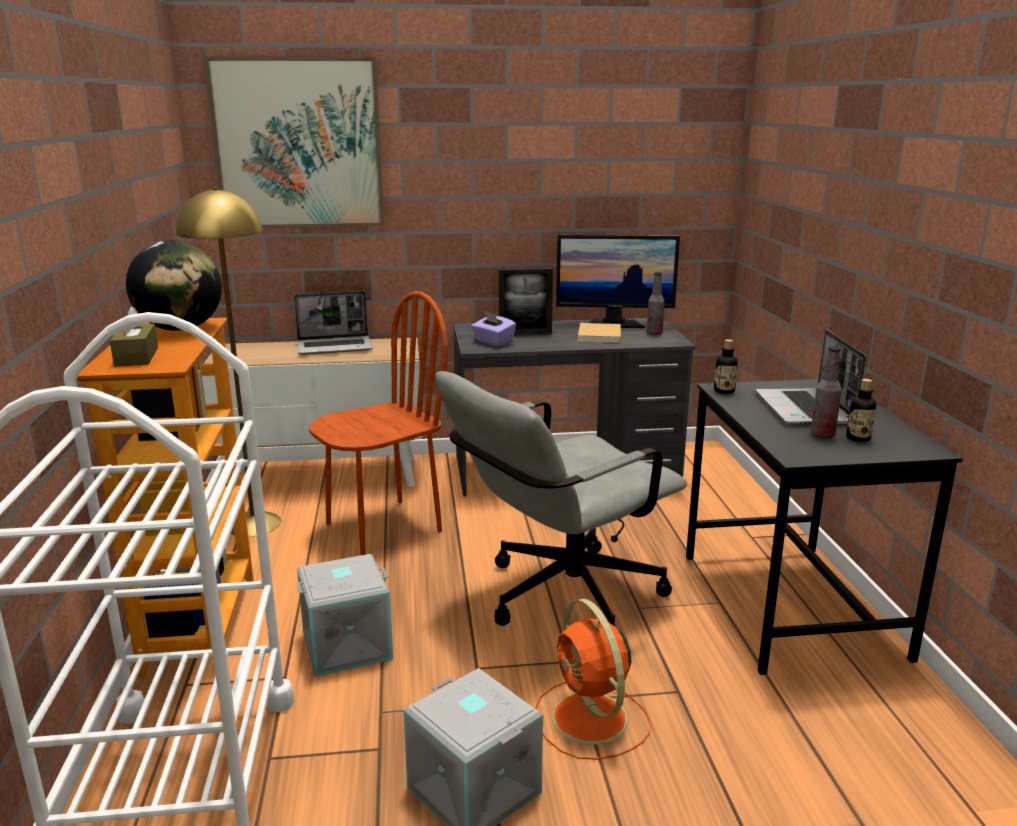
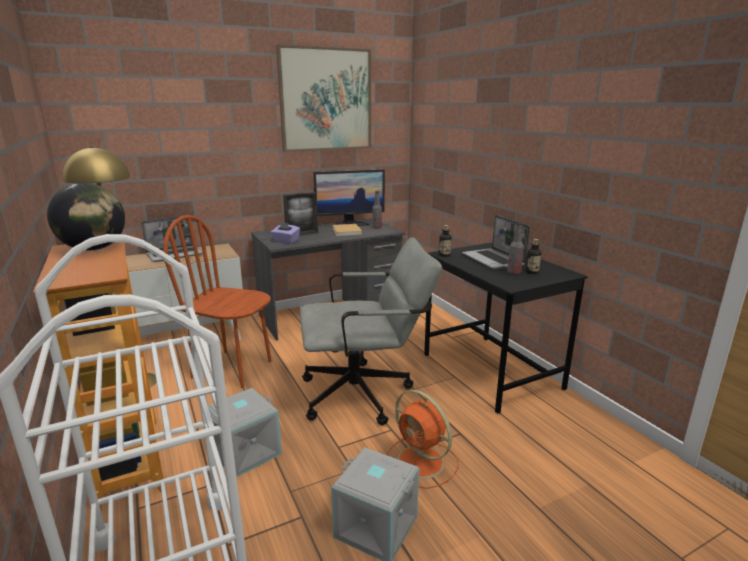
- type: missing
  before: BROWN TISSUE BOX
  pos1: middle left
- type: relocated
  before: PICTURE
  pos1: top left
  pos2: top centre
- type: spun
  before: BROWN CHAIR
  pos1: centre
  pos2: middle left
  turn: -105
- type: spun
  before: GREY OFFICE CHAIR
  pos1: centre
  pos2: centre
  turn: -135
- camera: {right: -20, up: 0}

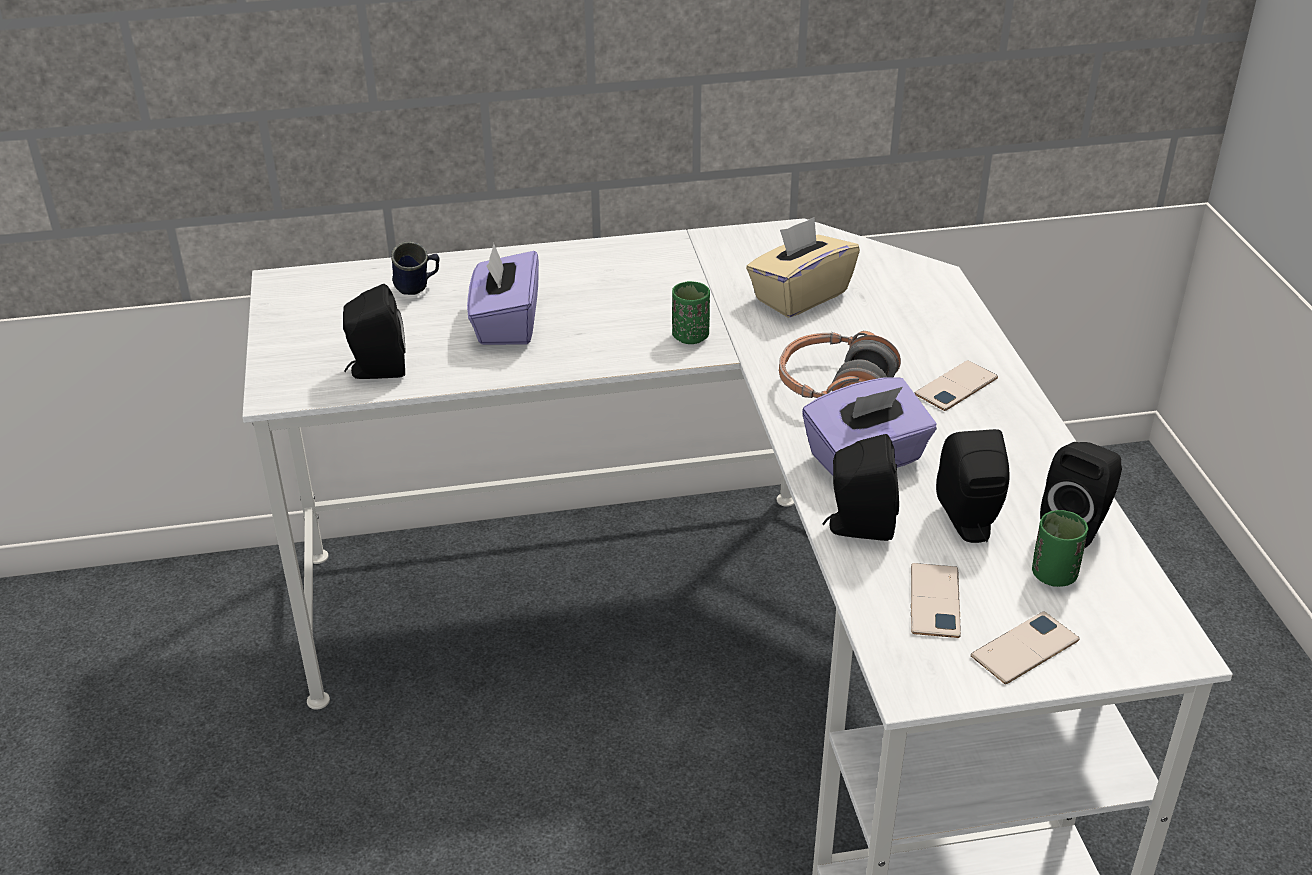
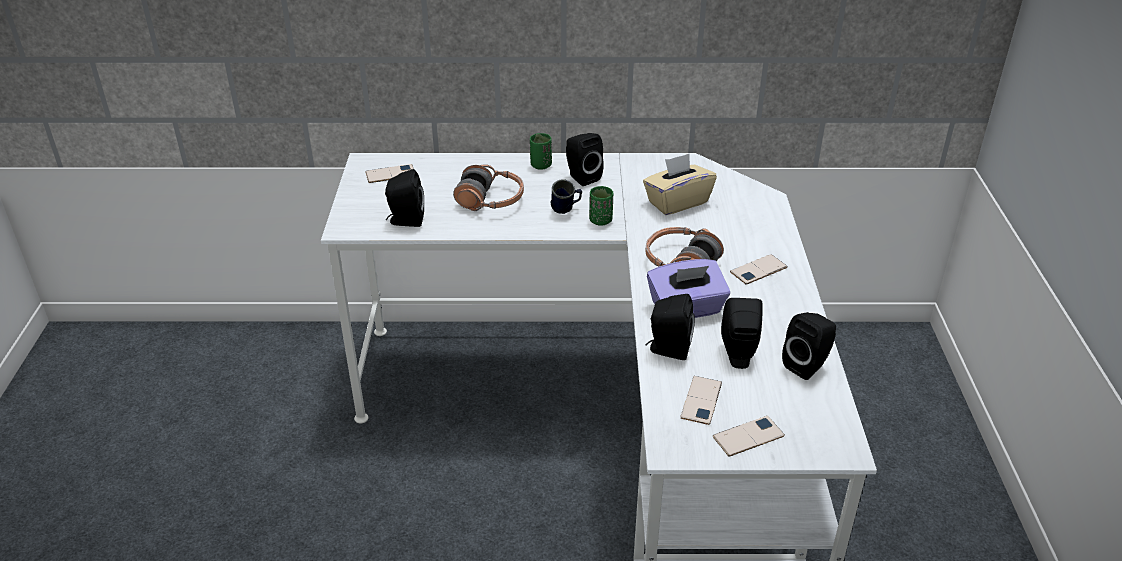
- type: relocated
  before: BLUE MUG
  pos1: top left
  pos2: centre
- type: exchanged
  before: PURPLE TISSUE BOX (no. 1 from left)
  after: HEADPHONES (no. 1 from left)
  pos1: centre
  pos2: centre
- type: relocated
  before: GREEN CUP (no. 2 from left in the first image)
  after: GREEN CUP (no. 1 from left)
  pos1: middle right
  pos2: top centre
- type: appeared
  after: PHONE (no. 1 from left)
  pos2: top centre
- type: appeared
  after: BLACK SPEAKER (no. 2 from left)
  pos2: top centre
- camera: {right: 10, up: 0}

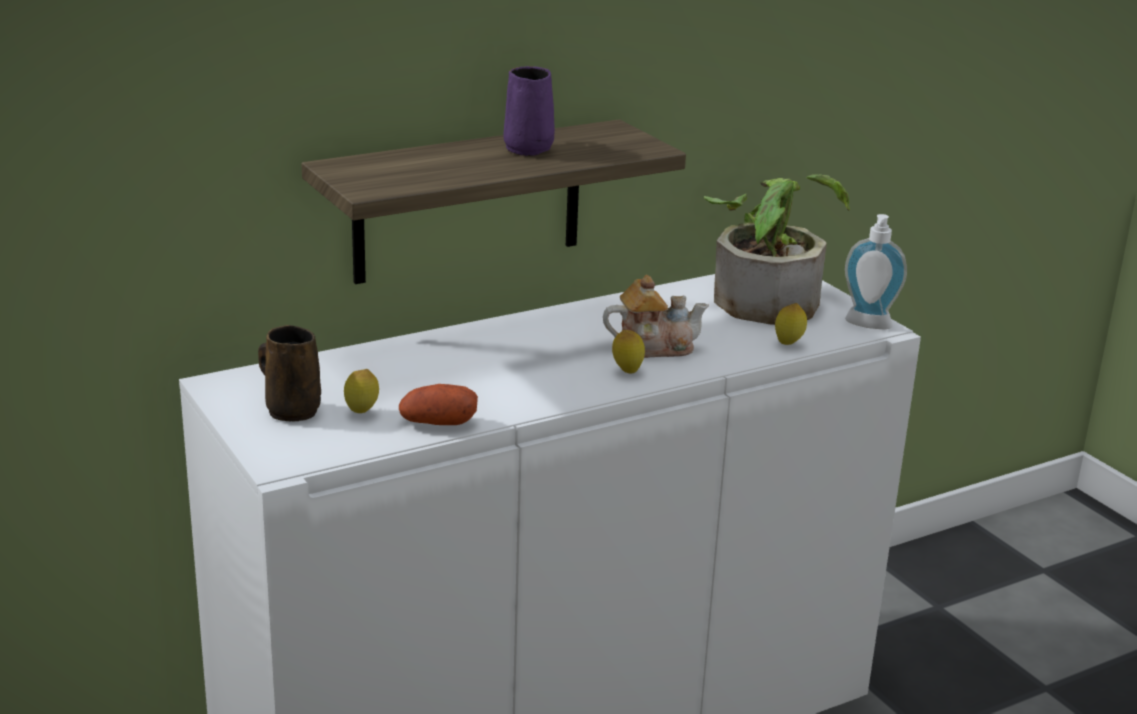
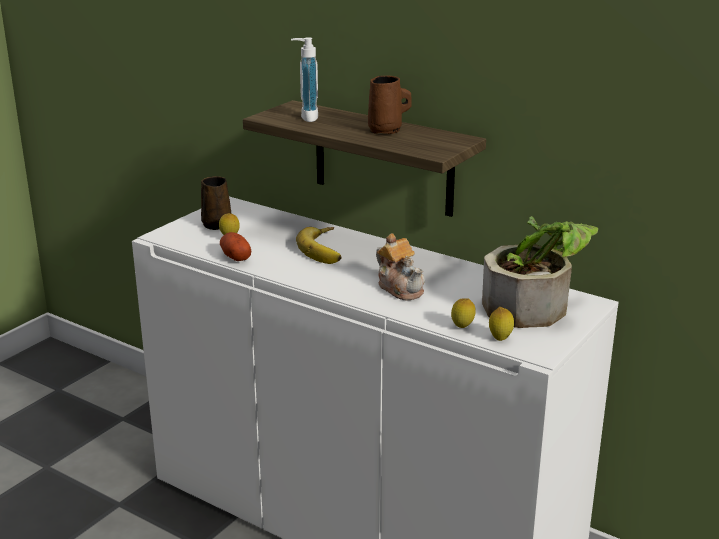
- type: colour
  before: PURPLE MUG
  after: BROWN MUG (no. 2 from left)
  pos1: top centre
  pos2: top centre
- type: relocated
  before: LEMON (no. 2 from left in the first image)
  after: LEMON (no. 3 from left)
  pos1: centre
  pos2: middle right
- type: relocated
  before: SOAP DISPENSER
  pos1: middle right
  pos2: top centre
- type: appeared
  after: BANANA
  pos2: centre
- camera: {right: 65, up: 0}

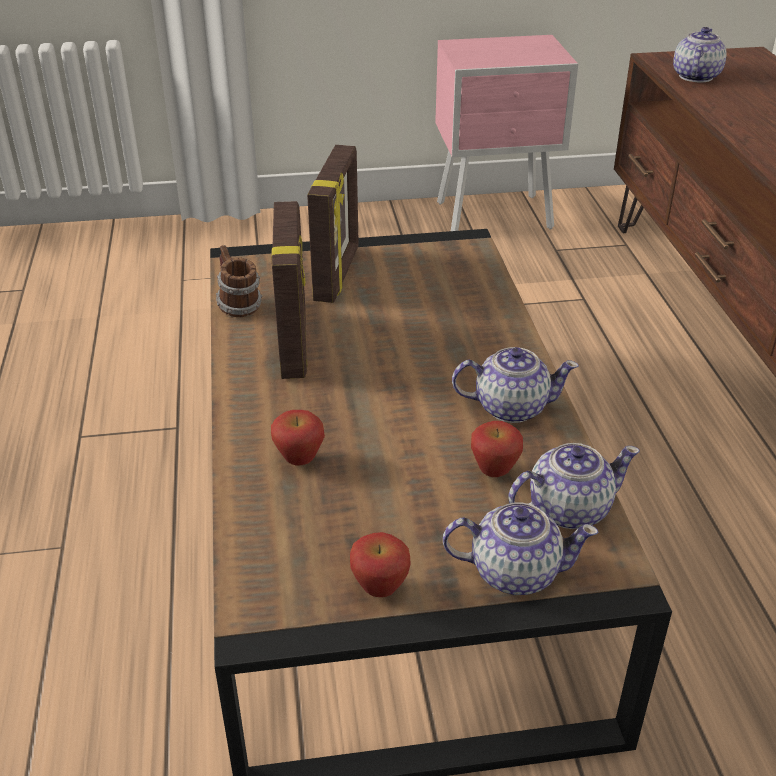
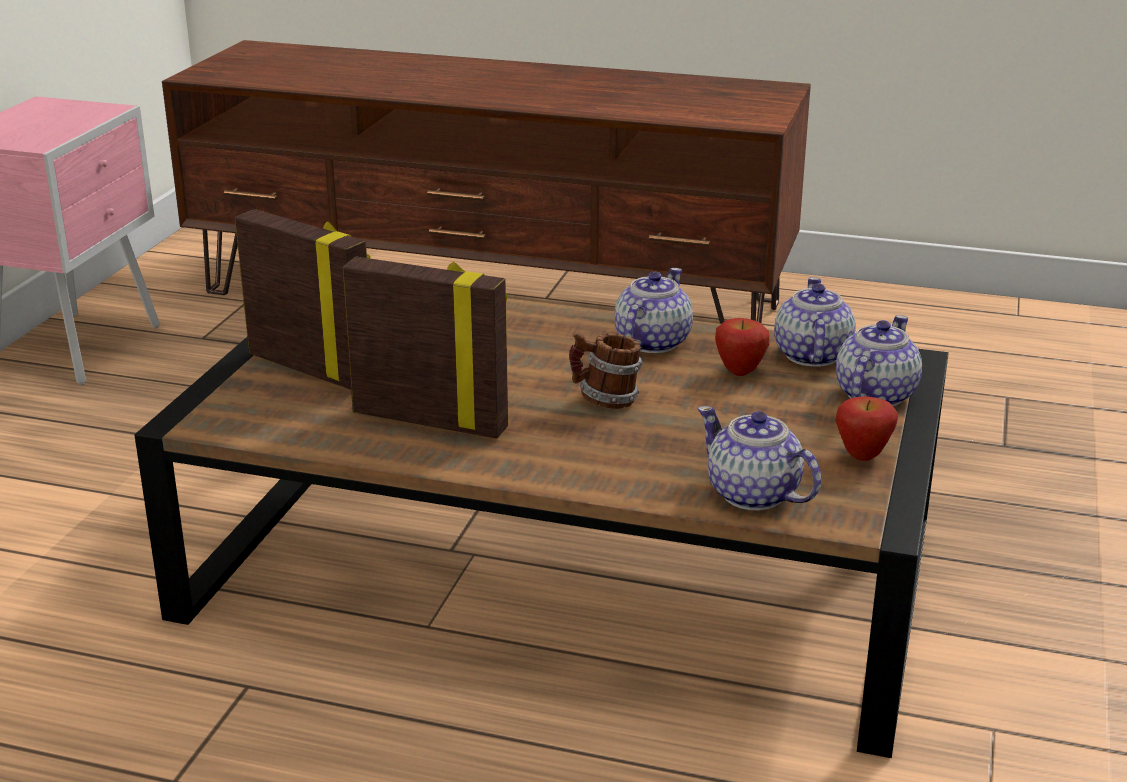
- type: relocated
  before: MUG
  pos1: middle left
  pos2: centre
- type: missing
  before: APPLE (no. 1 from left)
  pos1: centre
- type: relocated
  before: TEAPOT (no. 4 from left in the first image)
  after: TEAPOT (no. 2 from left)
  pos1: top right
  pos2: middle right
- camera: {right: -65, up: -10}

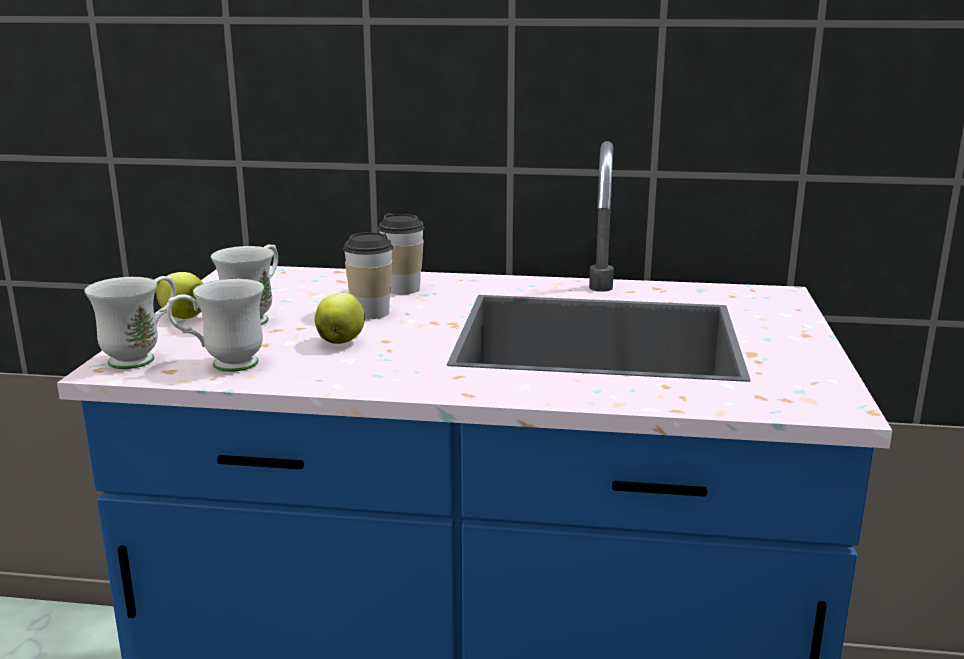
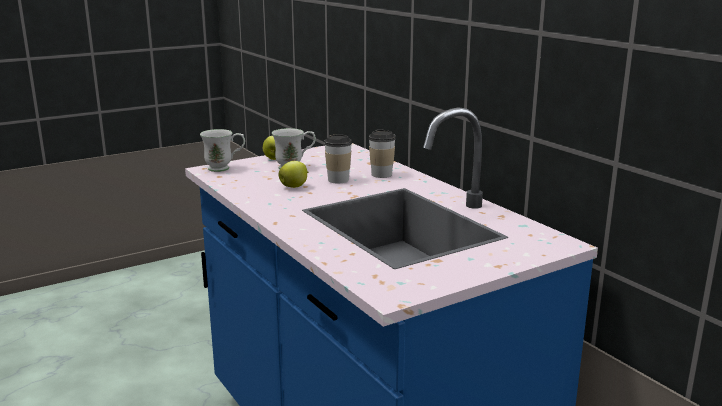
- type: missing
  before: WHITE MUG (no. 2 from left)
  pos1: middle left
- camera: {right: 50, up: 0}

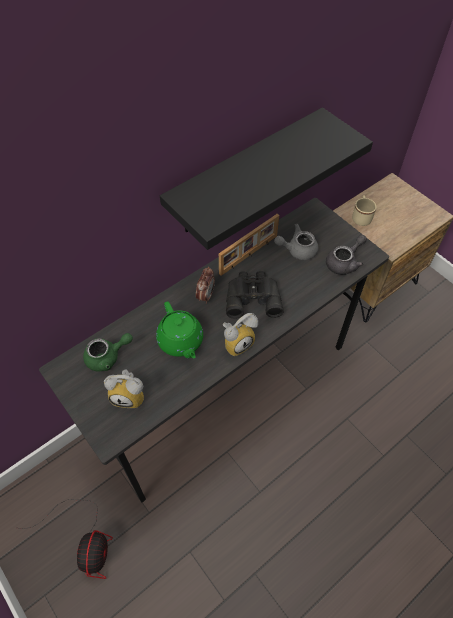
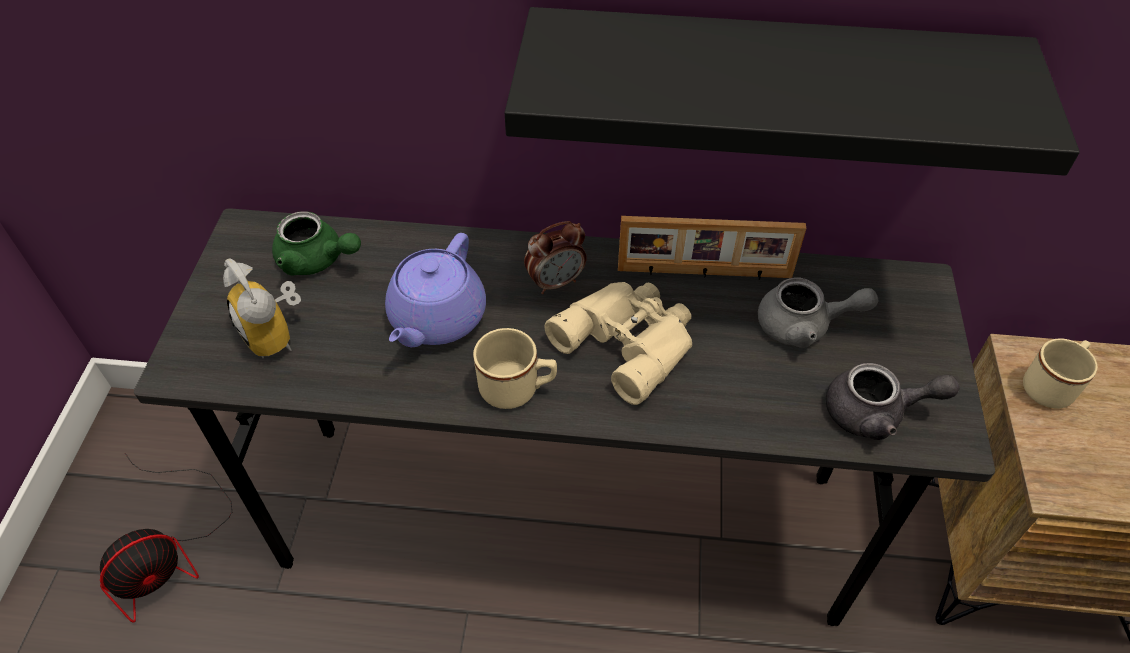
- type: colour
  before: GREEN TEAPOT (no. 2 from left)
  after: PURPLE TEAPOT
  pos1: centre
  pos2: centre
- type: exchanged
  before: ALARM CLOCK (no. 3 from left)
  after: BEIGE MUG (no. 1 from left)
  pos1: centre
  pos2: centre
- type: colour
  before: BLACK BINOCULARS
  after: BEIGE BINOCULARS
  pos1: centre
  pos2: centre
- type: spun
  before: GREY TEAPOT (no. 1 from left)
  pos1: centre
  pos2: middle right
  turn: 150
- camera: {right: 45, up: -5}

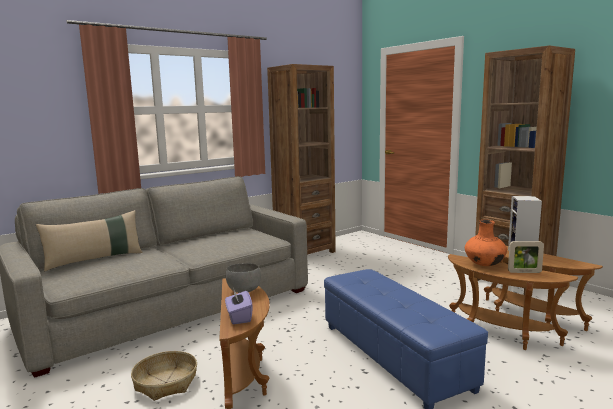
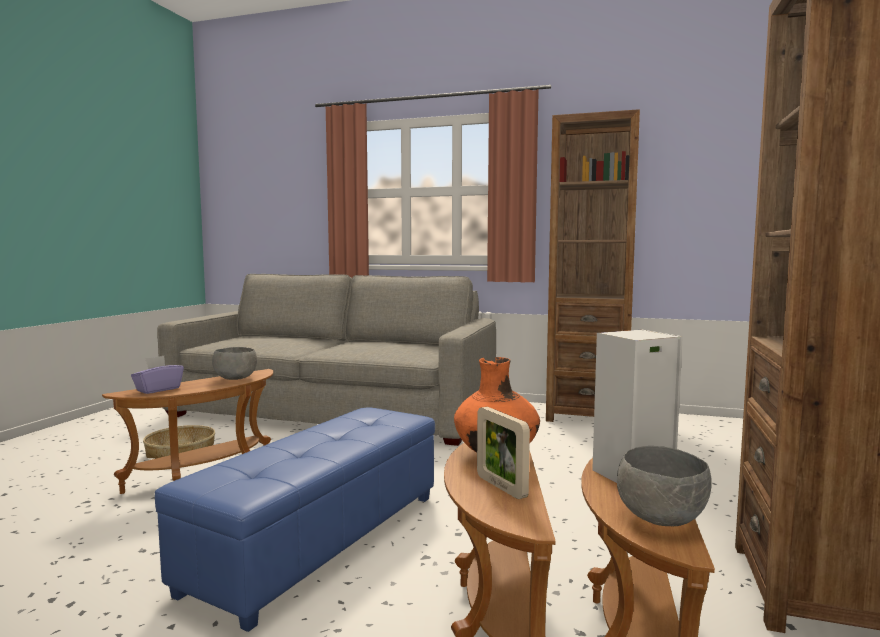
- type: missing
  before: BEIGE PILLOW
  pos1: middle left
- type: appeared
  after: GREY BOWL (no. 2 from left)
  pos2: bottom right
- camera: {right: 55, up: -5}

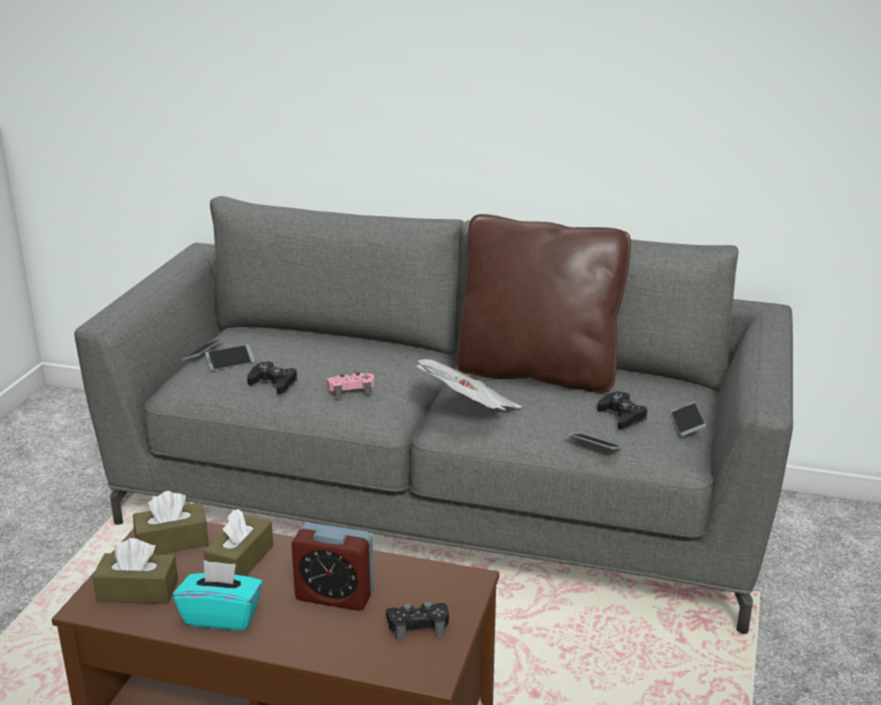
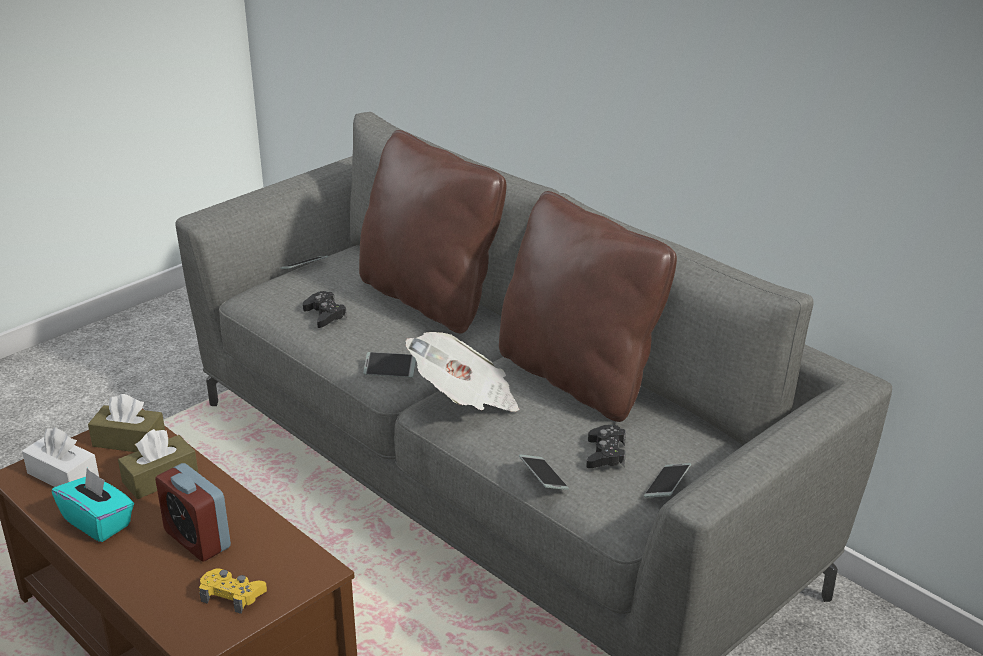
- type: colour
  before: BROWN TISSUE BOX (no. 1 from left)
  after: WHITE TISSUE BOX
  pos1: bottom left
  pos2: bottom left
- type: relocated
  before: PHONE (no. 2 from left)
  pos1: middle left
  pos2: centre
- type: missing
  before: PINK GAME CONTROLLER
  pos1: centre
- type: colour
  before: BLACK GAME CONTROLLER (no. 2 from left)
  after: YELLOW GAME CONTROLLER
  pos1: bottom centre
  pos2: bottom left
- type: appeared
  after: BROWN PILLOW (no. 1 from left)
  pos2: centre
- camera: {right: 30, up: 5}

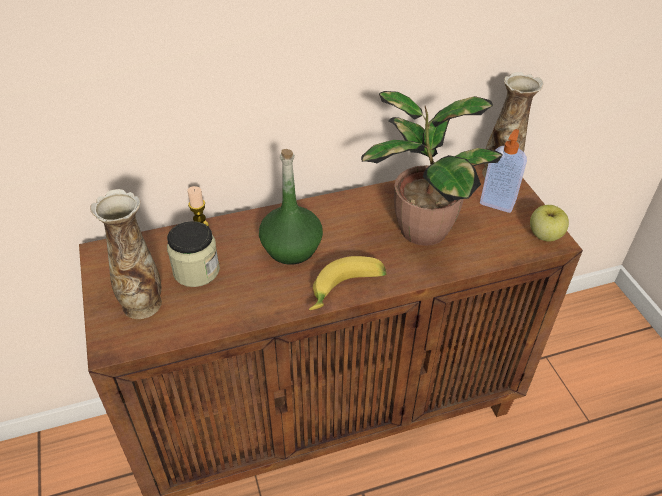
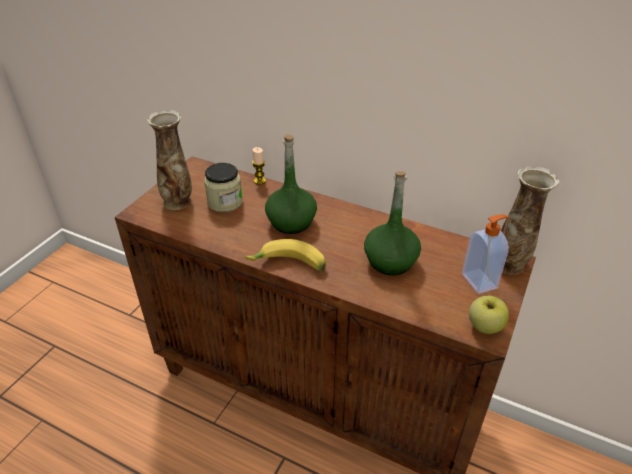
- type: exchanged
  before: POTTED PLANT
  after: GREEN BOTTLE (no. 2 from left)
  pos1: centre
  pos2: centre
- camera: {right: 45, up: -5}

